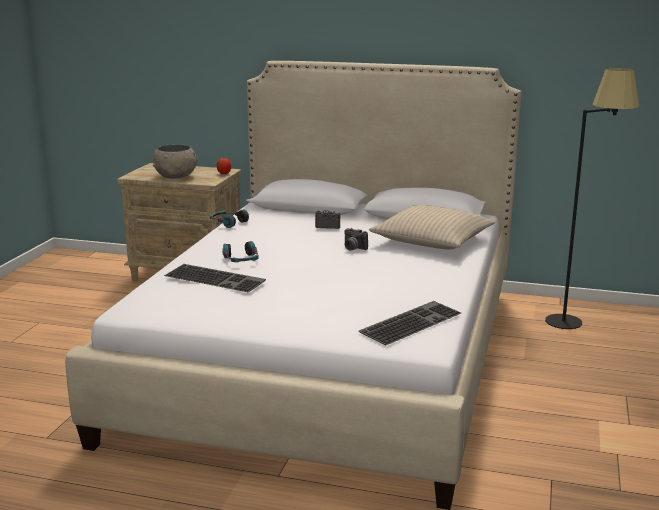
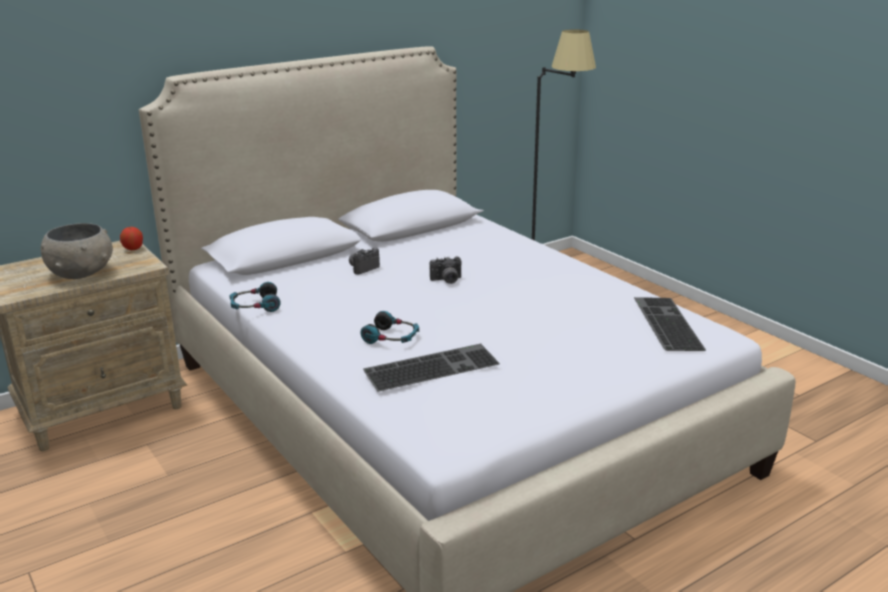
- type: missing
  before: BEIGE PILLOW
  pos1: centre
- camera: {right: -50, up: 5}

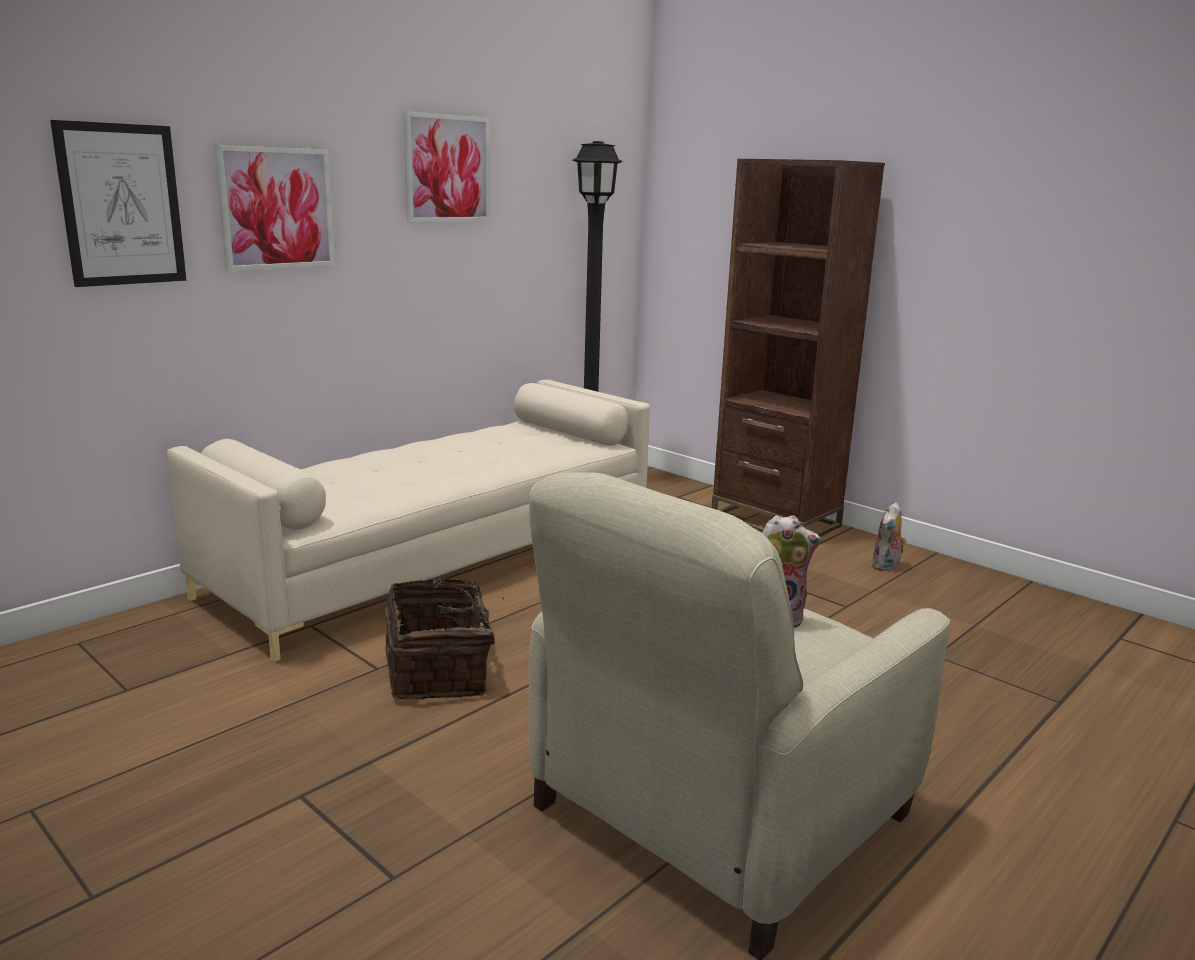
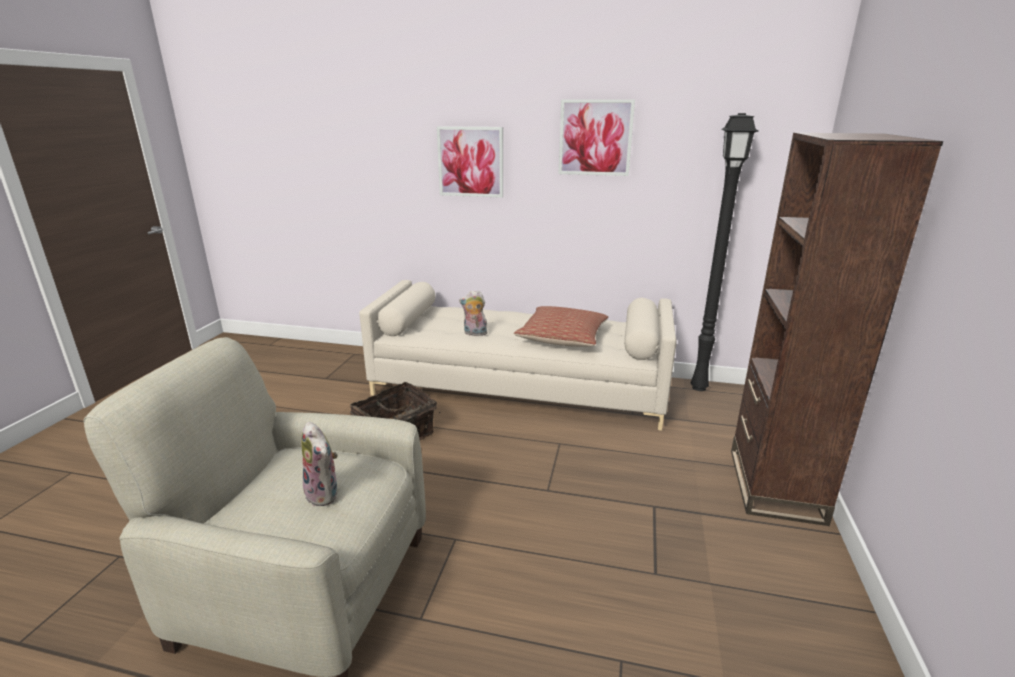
- type: missing
  before: PICTURE (no. 1 from left)
  pos1: top left
- type: relocated
  before: PLUSH TOY (no. 2 from left)
  pos1: middle right
  pos2: centre
- type: appeared
  after: PILLOW
  pos2: centre
- camera: {right: 60, up: 5}

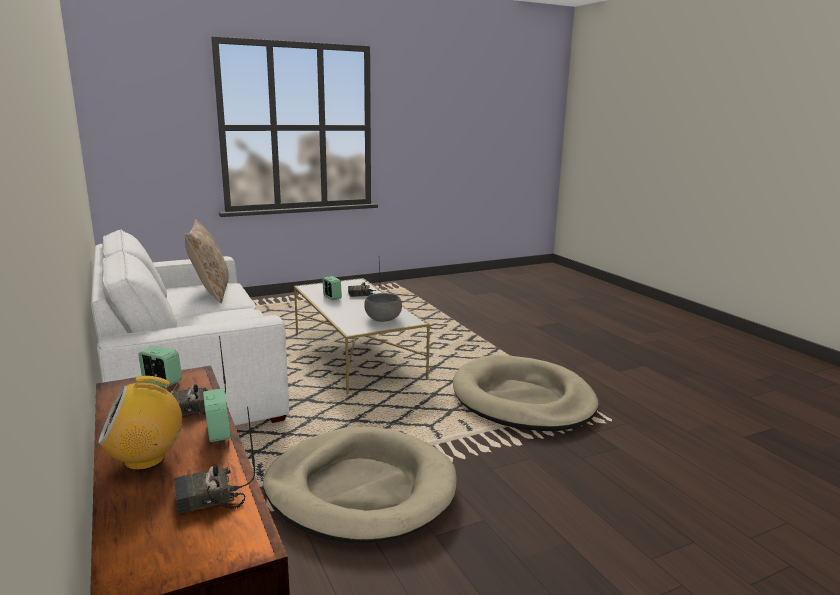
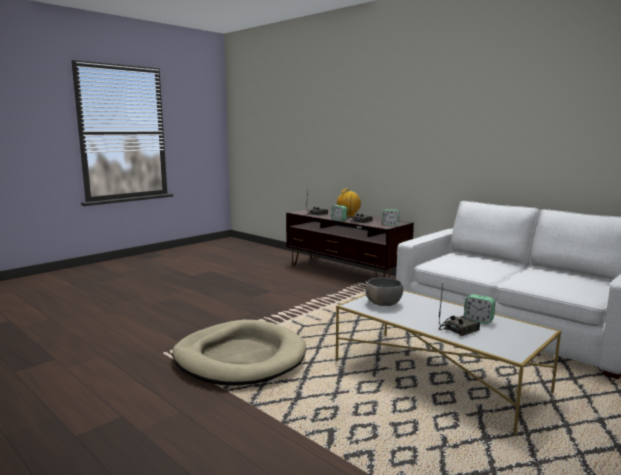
- type: missing
  before: BEIGE PILLOW
  pos1: middle left
- type: missing
  before: BEIGE DOG BED (no. 1 from left)
  pos1: bottom centre
- camera: {right: 160, up: -5}

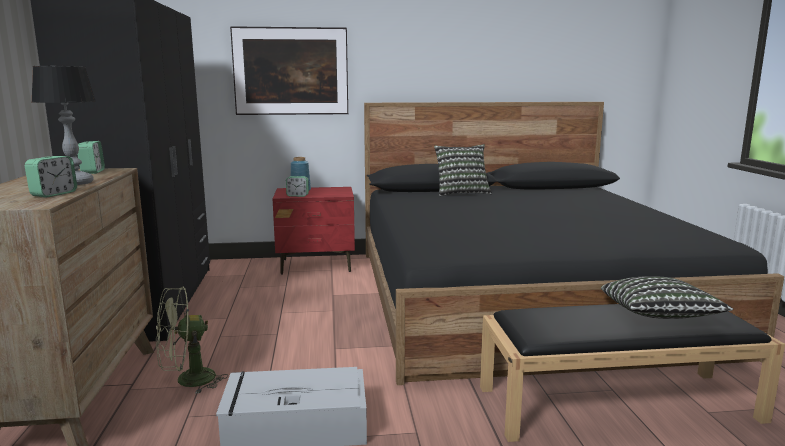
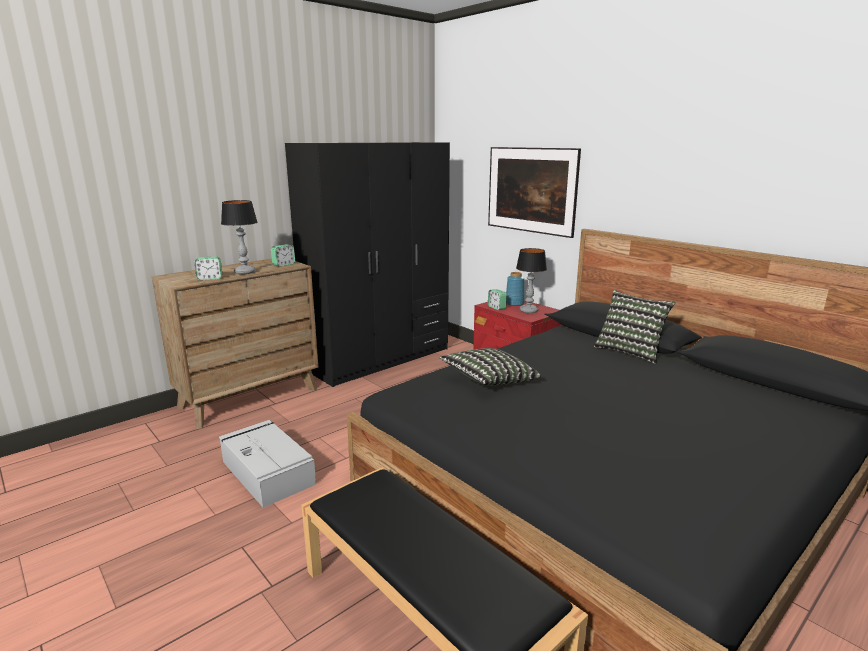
- type: missing
  before: GREEN FAN
  pos1: bottom left
- type: relocated
  before: PILLOW (no. 2 from left in the first image)
  after: PILLOW (no. 1 from left)
  pos1: middle right
  pos2: centre
- type: appeared
  after: TABLE LAMP (no. 2 from left)
  pos2: centre
- camera: {right: 55, up: 5}

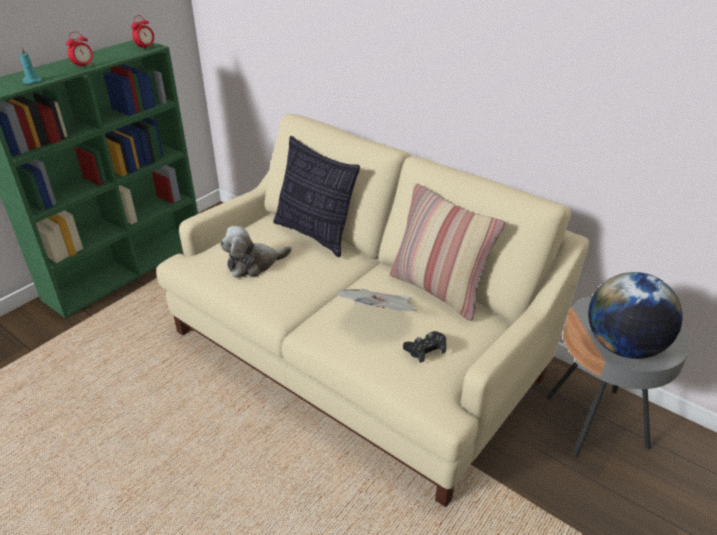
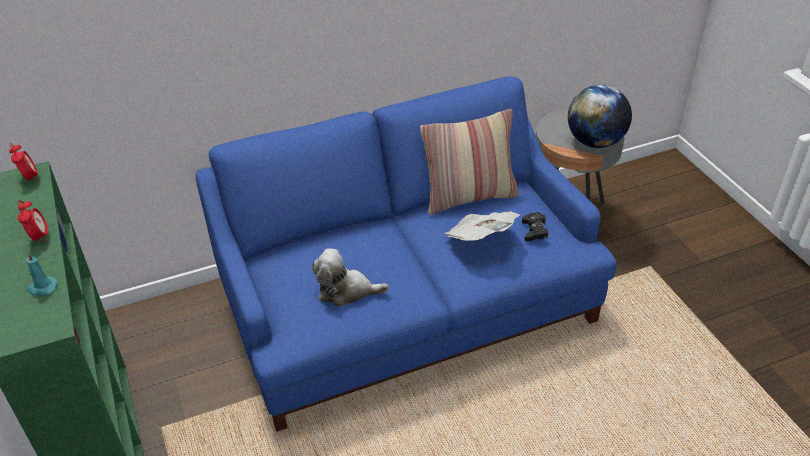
- type: colour
  before: BEIGE SOFA
  after: BLUE SOFA
  pos1: centre
  pos2: centre
- type: spun
  before: PLUSH TOY
  pos1: centre
  pos2: centre
  turn: 90
- type: missing
  before: PILLOW (no. 1 from left)
  pos1: centre
- camera: {right: -60, up: 5}

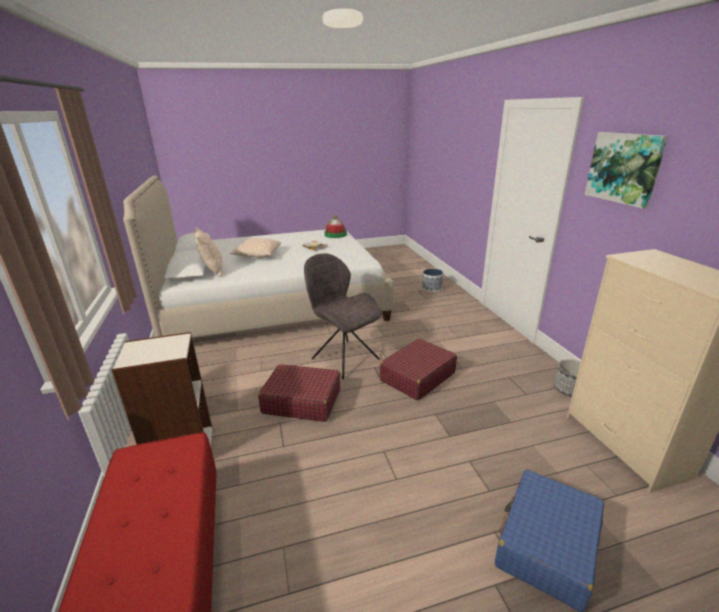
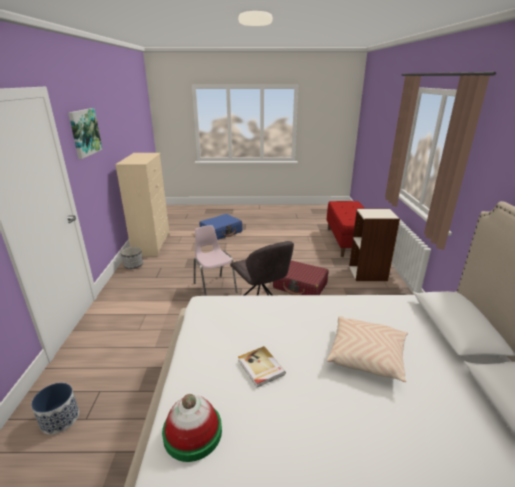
- type: missing
  before: BEIGE PILLOW (no. 1 from left)
  pos1: middle left
- type: exchanged
  before: RED SUITCASE (no. 2 from left)
  after: PINK CHAIR
  pos1: centre
  pos2: centre
- camera: {right: -165, up: 0}

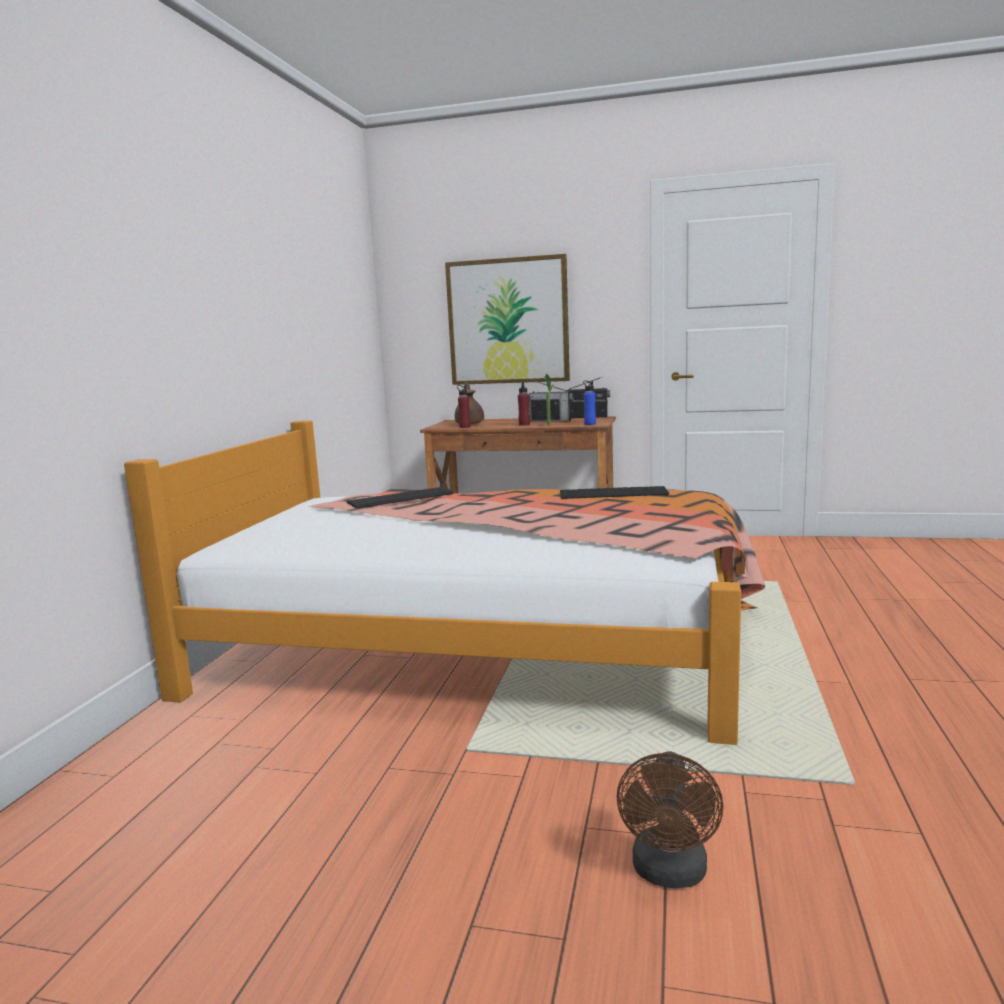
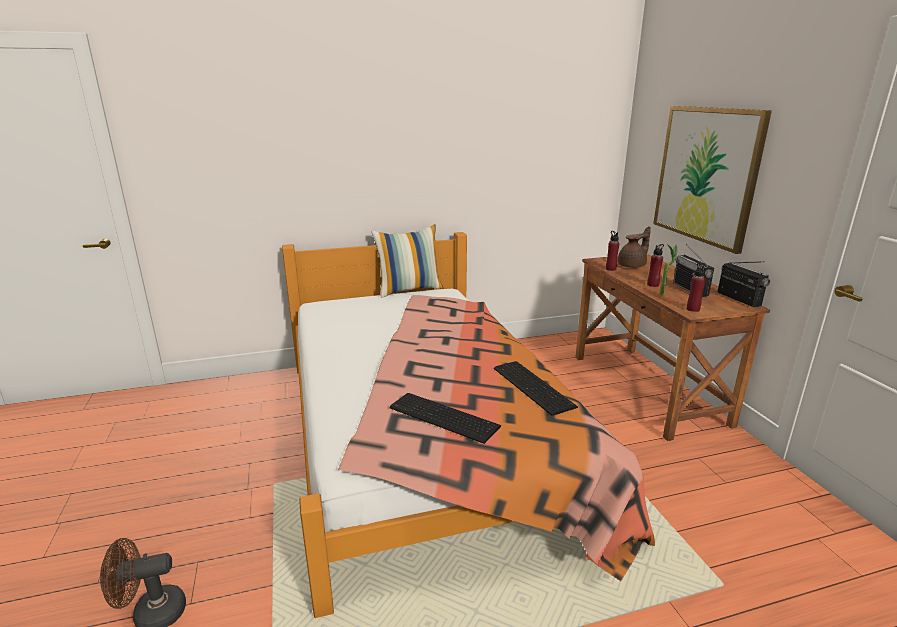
- type: relocated
  before: KEYBOARD (no. 1 from left)
  pos1: centre
  pos2: bottom centre
- type: colour
  before: BLUE BOTTLE
  after: RED BOTTLE (no. 3 from left)
  pos1: centre
  pos2: middle right
- type: appeared
  after: PILLOW
  pos2: centre
- camera: {right: 60, up: 10}

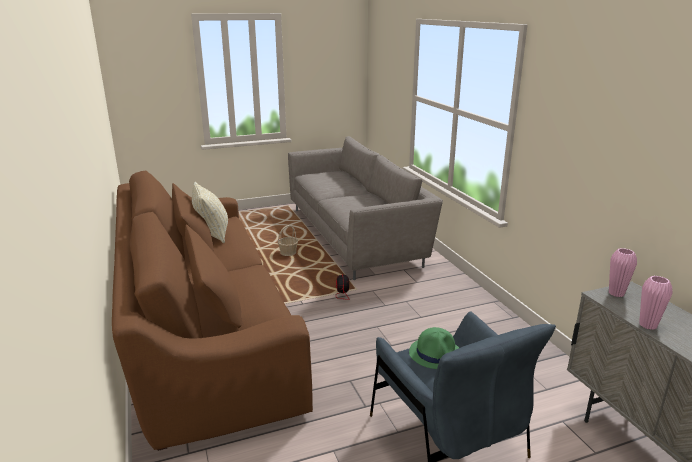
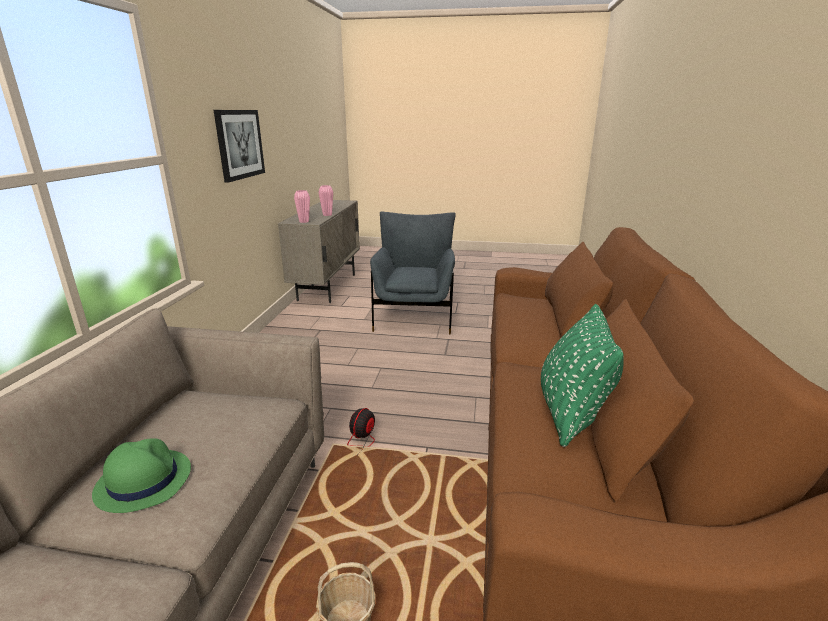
- type: colour
  before: BEIGE PILLOW
  after: GREEN PILLOW
  pos1: middle left
  pos2: middle right
- type: relocated
  before: GREEN HAT
  pos1: bottom centre
  pos2: bottom left
- type: appeared
  after: PICTURE
  pos2: top left
- camera: {right: -150, up: 0}

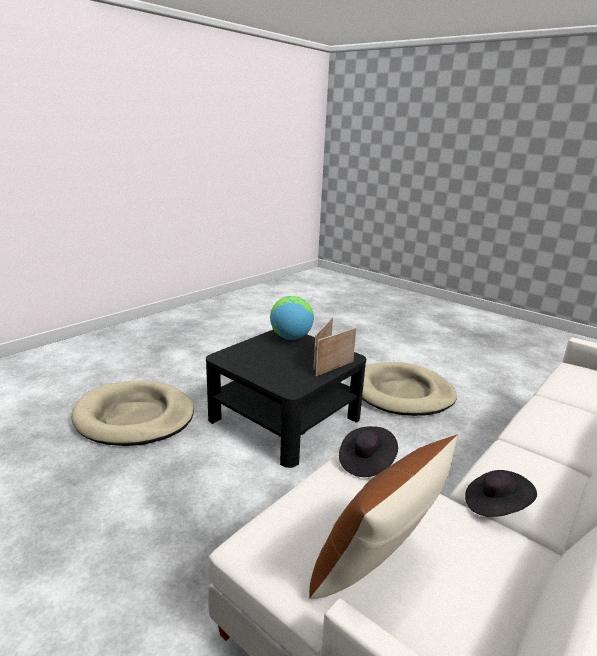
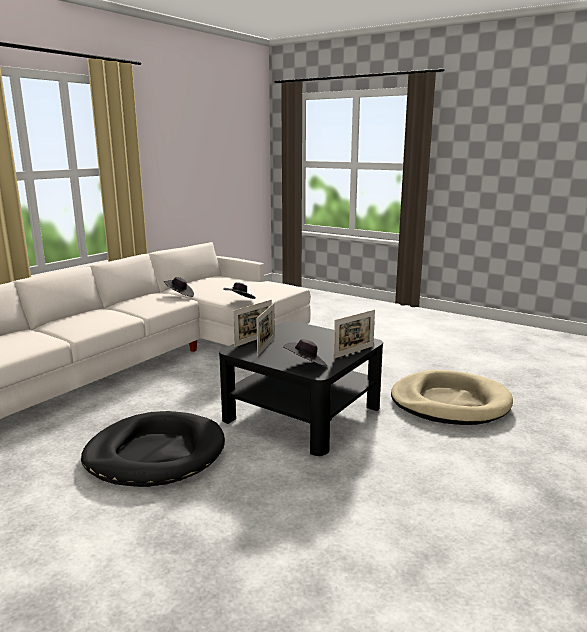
- type: exchanged
  before: GLOBE
  after: BLACK HAT (no. 3 from left)
  pos1: centre
  pos2: centre
- type: missing
  before: BROWN PILLOW
  pos1: bottom centre
- type: colour
  before: BEIGE DOG BED (no. 2 from left)
  after: BLACK DOG BED
  pos1: middle right
  pos2: bottom left
- type: appeared
  after: PICTURE FRAME (no. 3 from left)
  pos2: centre
- camera: {right: 175, up: -5}

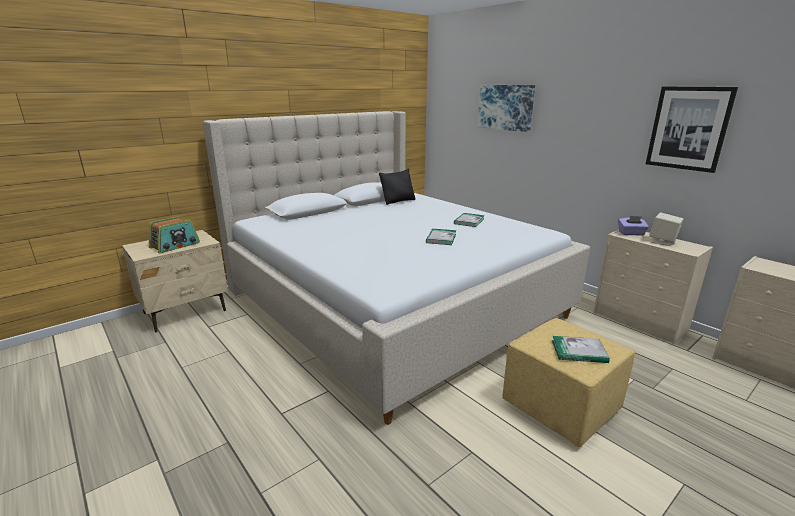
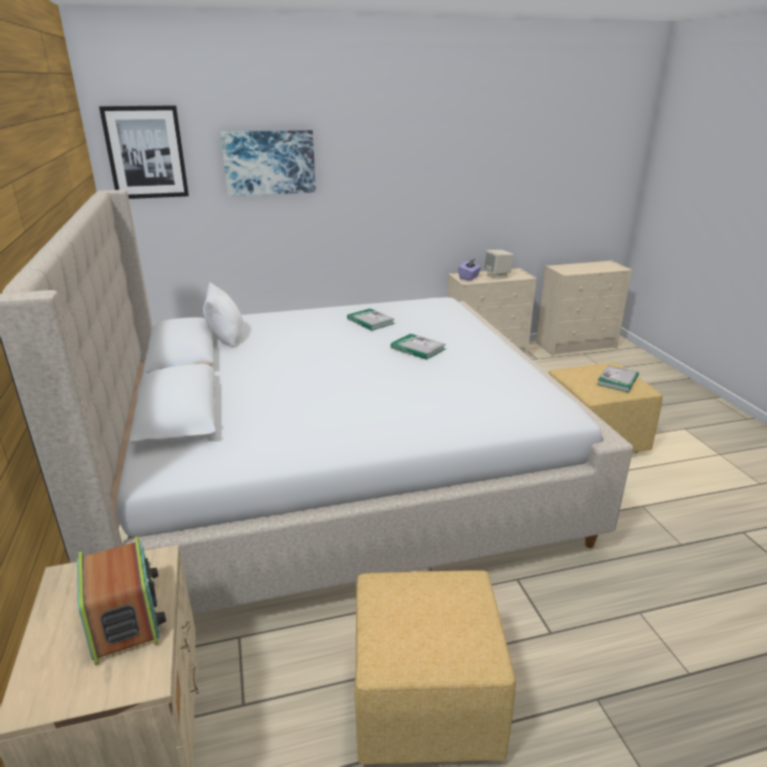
- type: colour
  before: BLACK PILLOW
  after: WHITE PILLOW
  pos1: centre
  pos2: middle left
- type: relocated
  before: PICTURE (no. 2 from left in the first image)
  after: PICTURE (no. 1 from left)
  pos1: top right
  pos2: top left
- type: appeared
  after: YELLOW OTTOMAN (no. 1 from left)
  pos2: bottom centre
- camera: {right: -65, up: 5}

